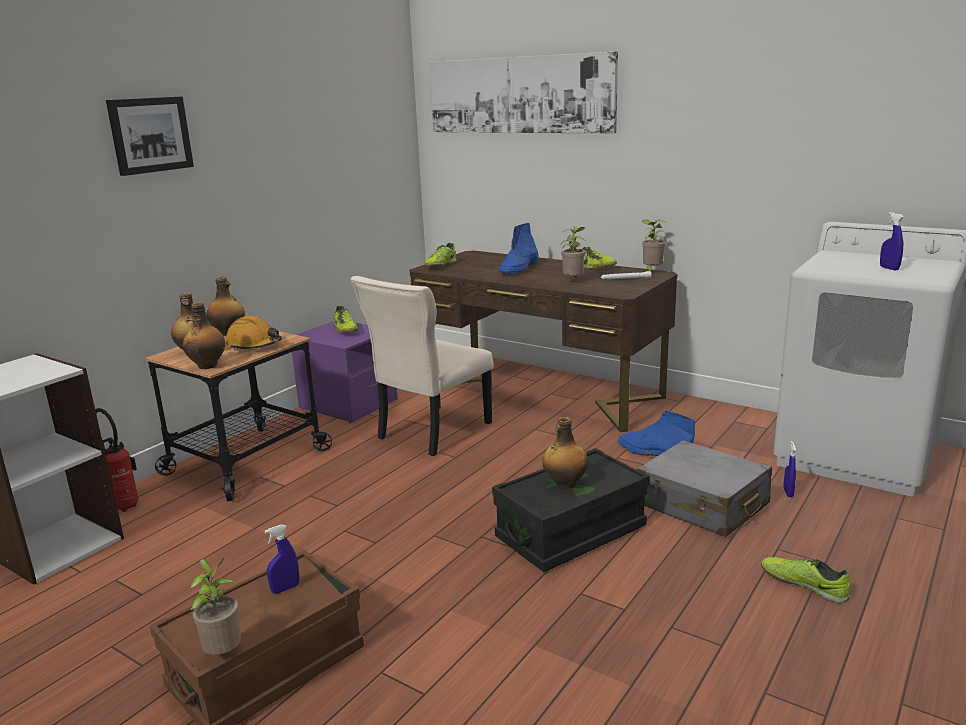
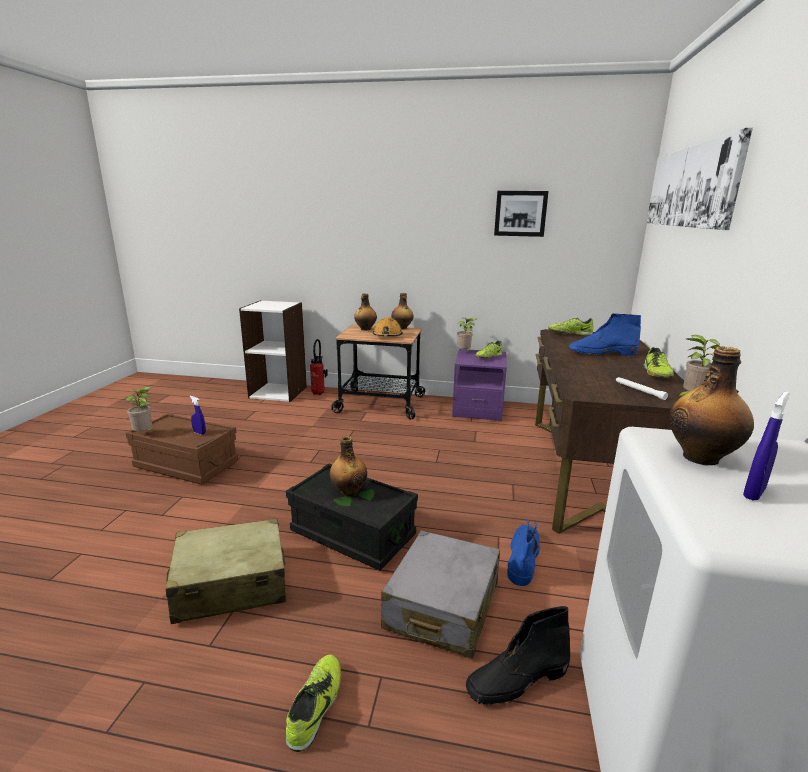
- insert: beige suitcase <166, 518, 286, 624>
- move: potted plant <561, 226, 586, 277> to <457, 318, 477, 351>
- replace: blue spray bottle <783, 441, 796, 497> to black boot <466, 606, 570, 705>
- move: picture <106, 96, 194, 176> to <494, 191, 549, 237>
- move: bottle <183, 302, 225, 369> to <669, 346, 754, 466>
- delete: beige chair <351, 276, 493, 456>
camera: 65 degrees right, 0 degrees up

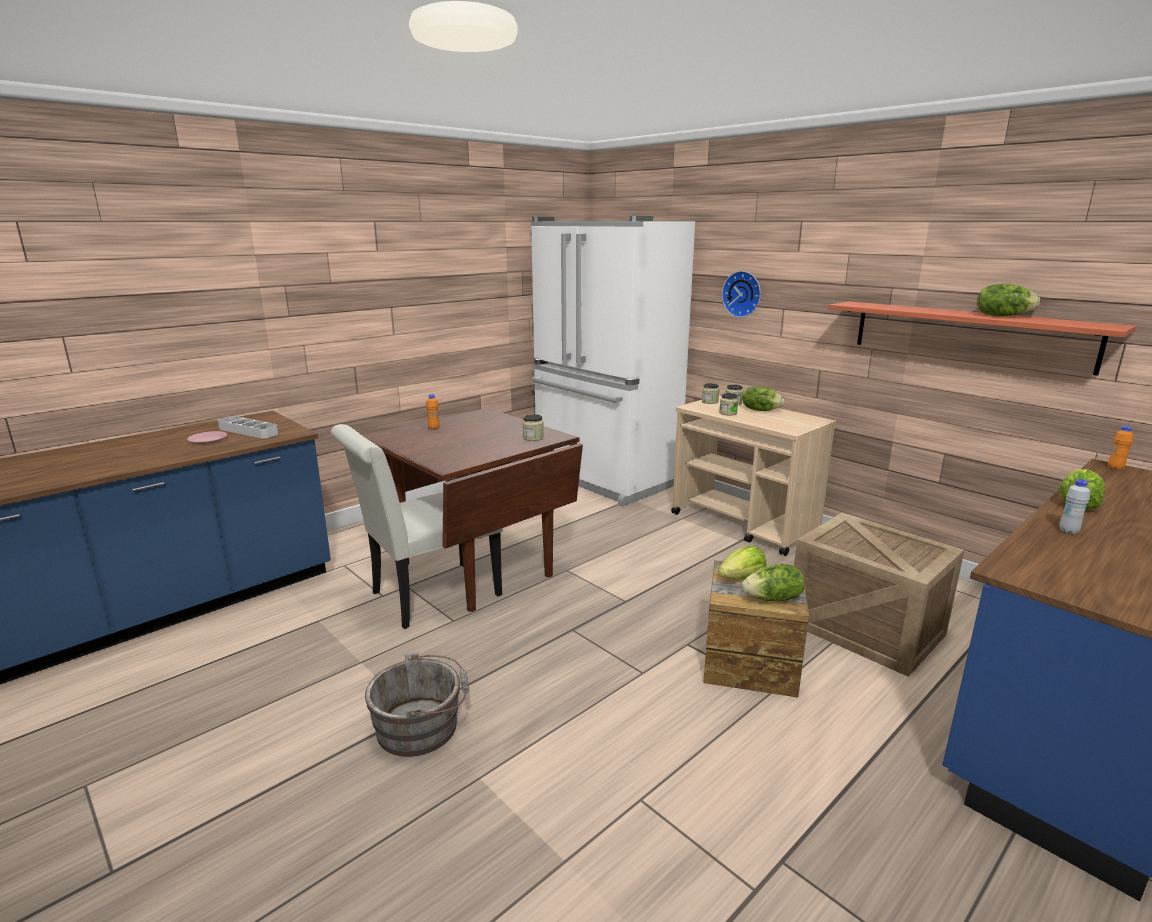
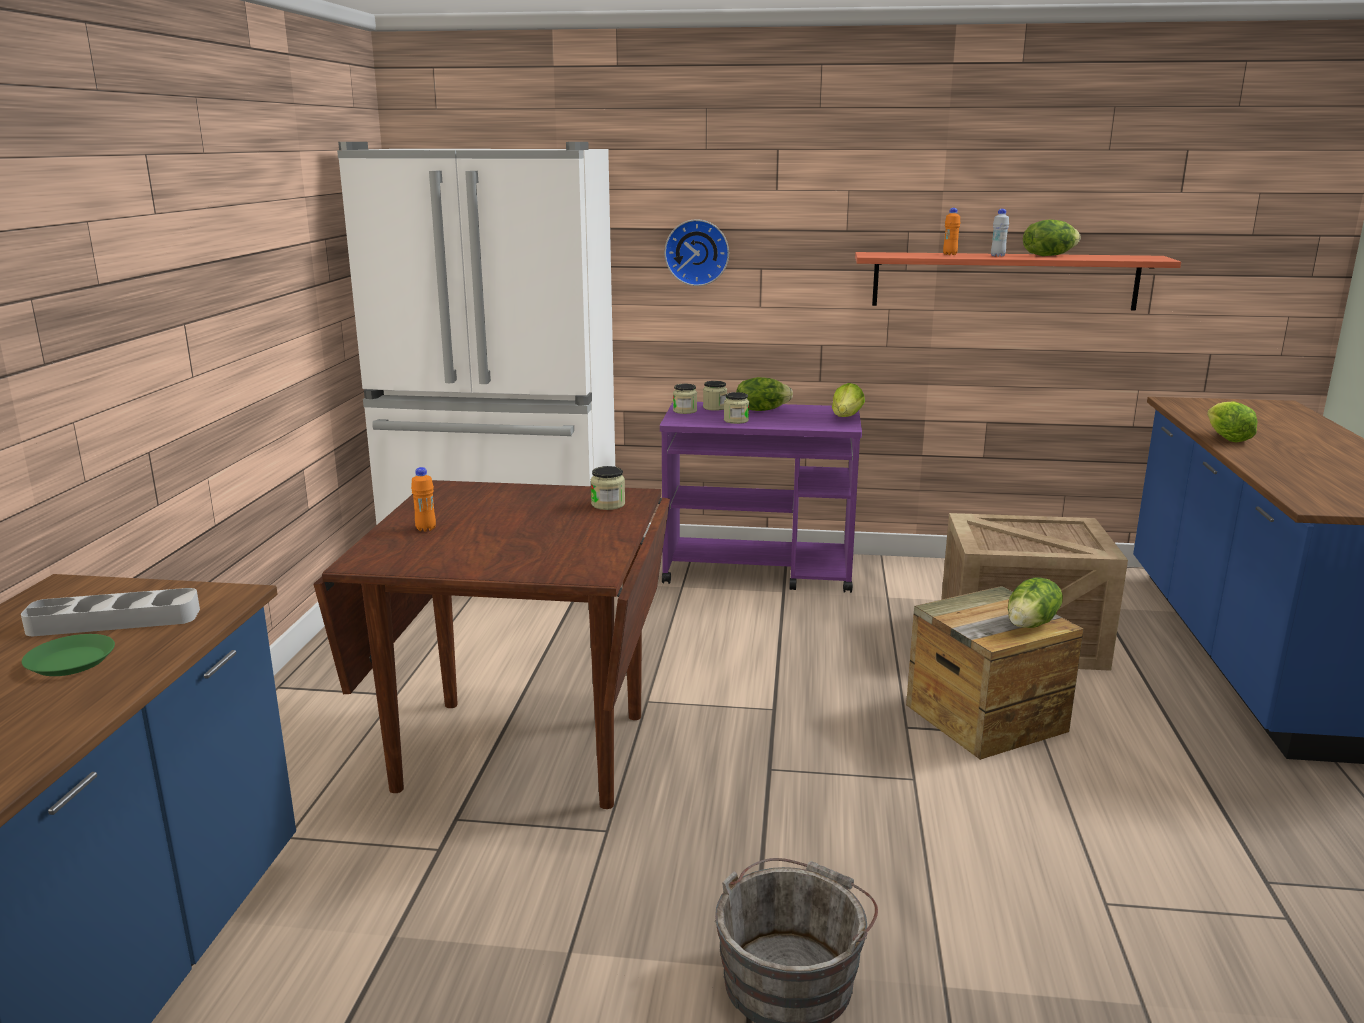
- recolor: pink plate <187, 431, 227, 445> to green plate <22, 634, 115, 676>
- recolor: beige cart <671, 396, 837, 556> to purple cart <660, 402, 862, 593>
- move: lettuce <719, 546, 766, 580> to <832, 383, 865, 417>
- move: orange bottle <1108, 426, 1134, 470> to <943, 208, 960, 255>
- move: white bottle <1059, 479, 1090, 534> to <991, 209, 1009, 257>
- delete: white chair <331, 424, 503, 629>
camera: 40 degrees left, 0 degrees up

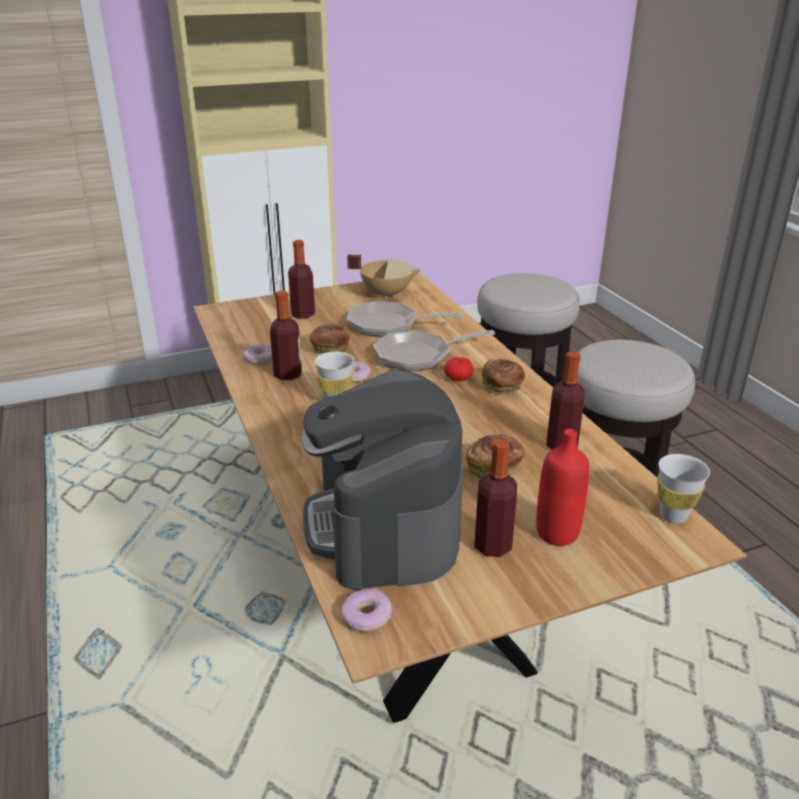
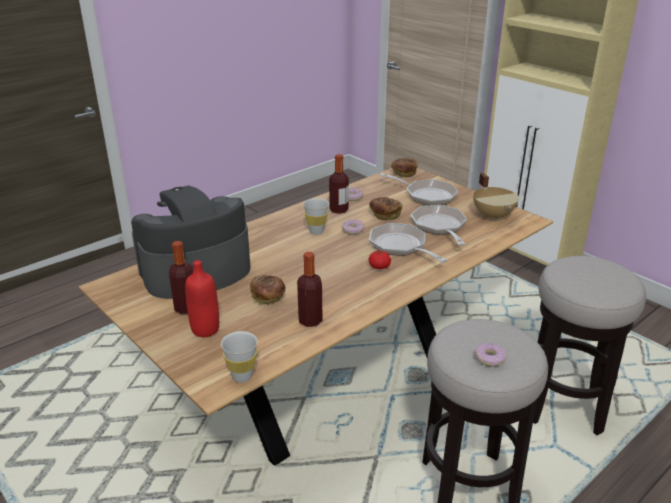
- replace: bottle <288, 240, 315, 319> to frying pan <380, 173, 458, 206>
- move: bread <481, 359, 525, 394> to <391, 158, 418, 178>
- move: donut <341, 589, 392, 632> to <475, 343, 506, 366>
camera: 70 degrees right, 0 degrees up

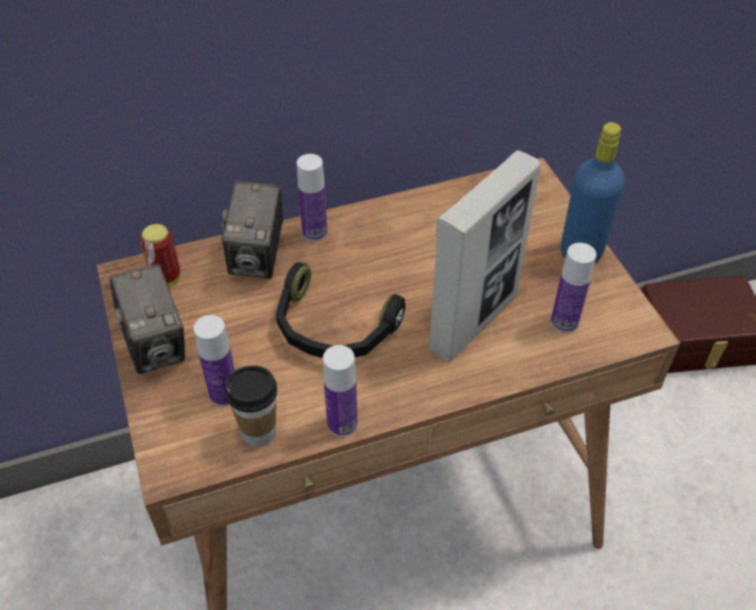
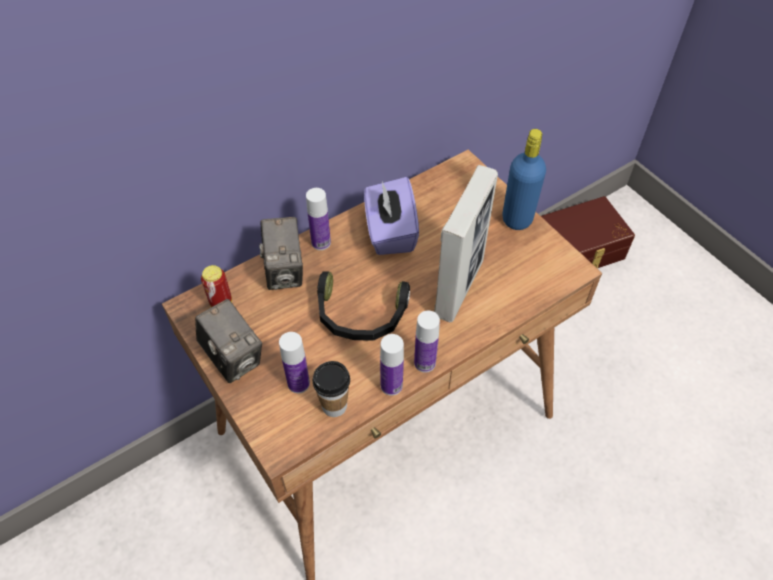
- insert: purple tissue box <364, 177, 419, 255>
- move: bottle <551, 243, 596, 333> to <414, 311, 440, 373>
camera: 15 degrees left, 5 degrees up

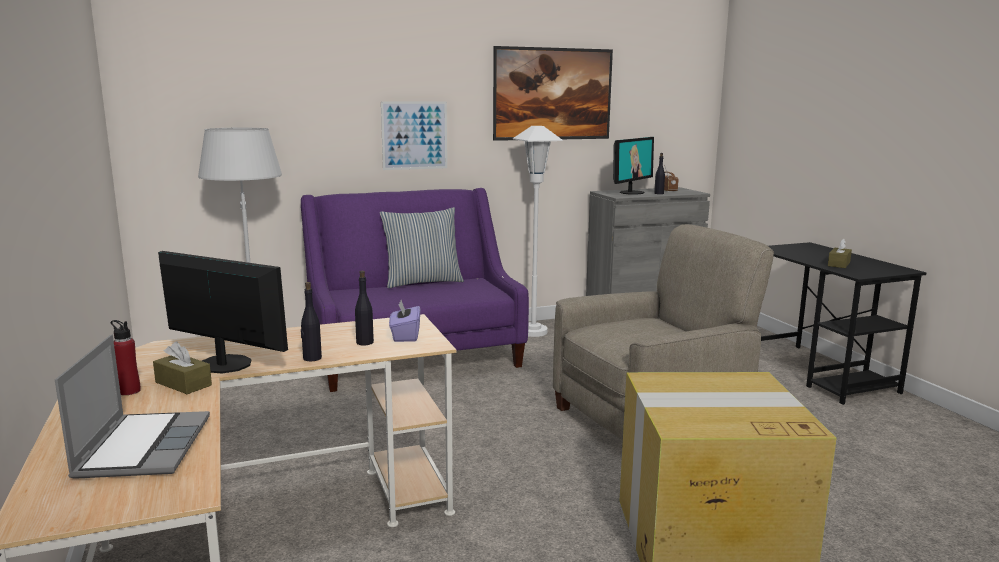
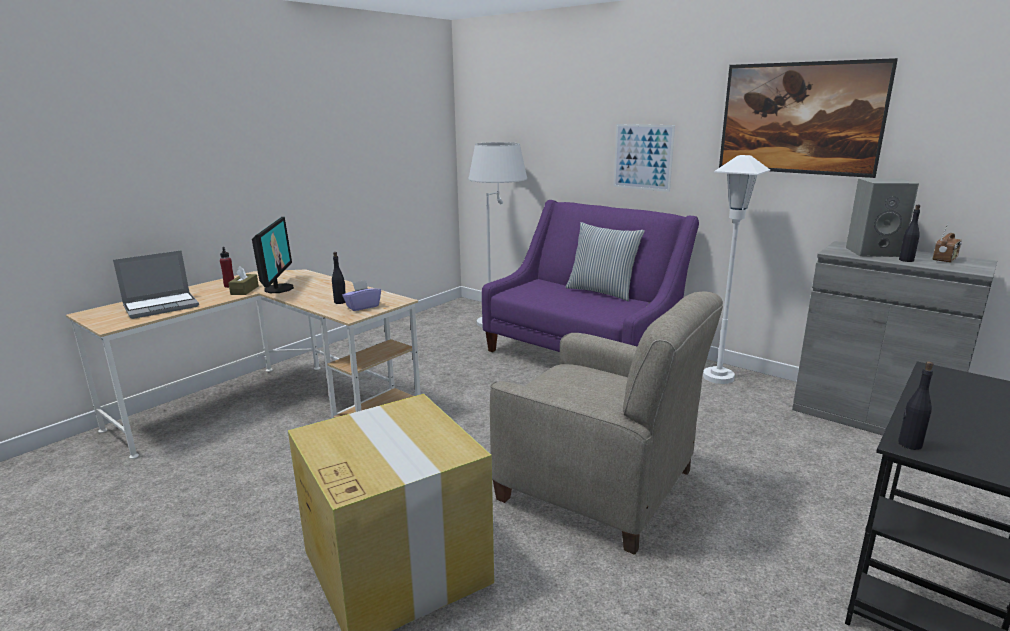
- replace: monitor <613, 137, 654, 195> to grey speaker <846, 178, 919, 257>
- move: black bottle <301, 282, 322, 361> to <898, 361, 933, 450>
- delete: brown tissue box <828, 238, 852, 268>
camera: 60 degrees right, 5 degrees up

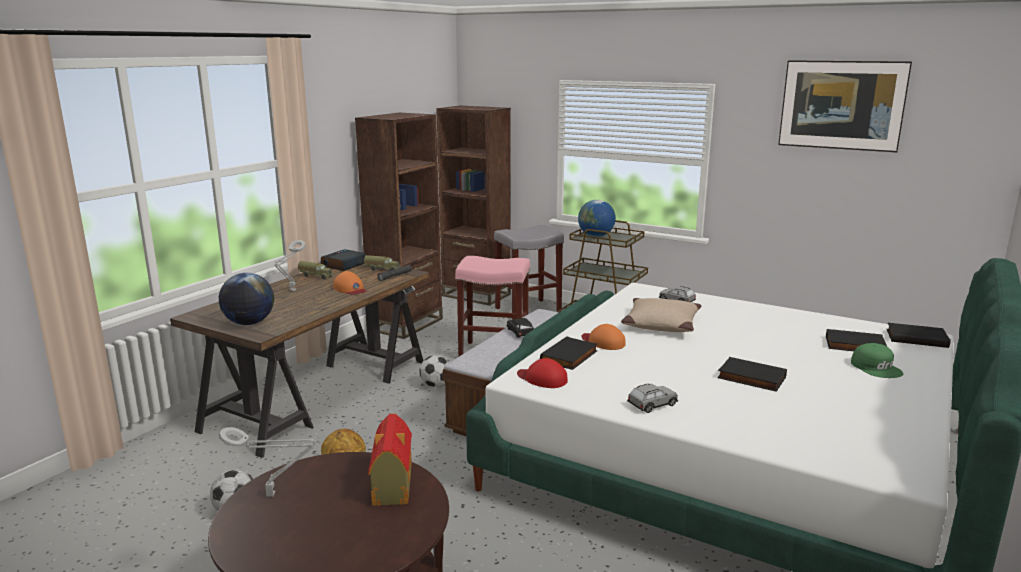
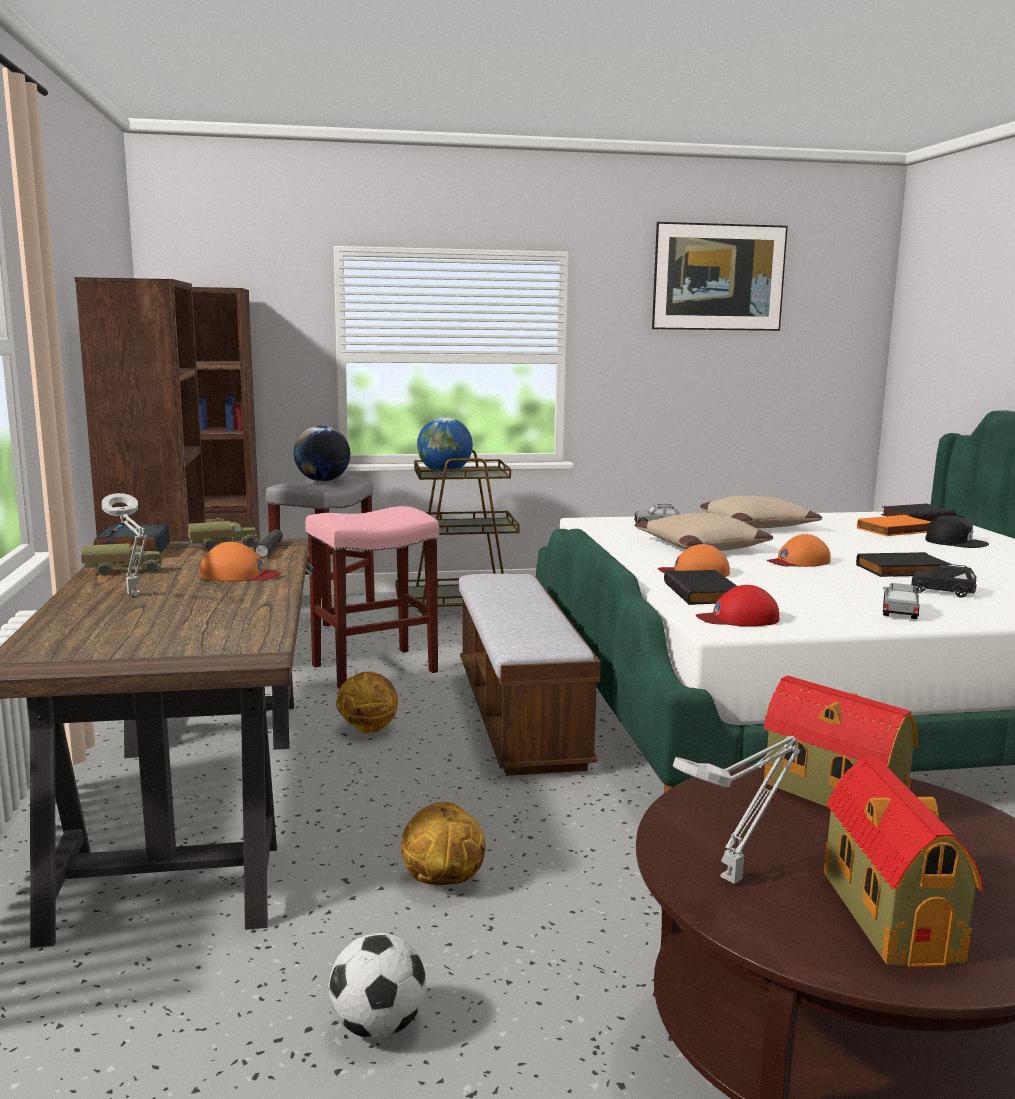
- move: globe <219, 273, 274, 325> to <294, 426, 350, 482>
- replace: football <420, 355, 449, 387> to basketball <336, 671, 398, 733>
- insert: beige pillow <700, 495, 822, 529>
- insert: orange cap <767, 534, 831, 567>
- insert: toy house <824, 756, 984, 967>
- recolor: black book <826, 329, 887, 351> to orange book <857, 515, 930, 536>
- move: black toy car <506, 318, 534, 338> to <911, 564, 977, 598>
- recolor: green cap <851, 343, 903, 378> to black cap <925, 516, 989, 548>
camera: 40 degrees left, 5 degrees down

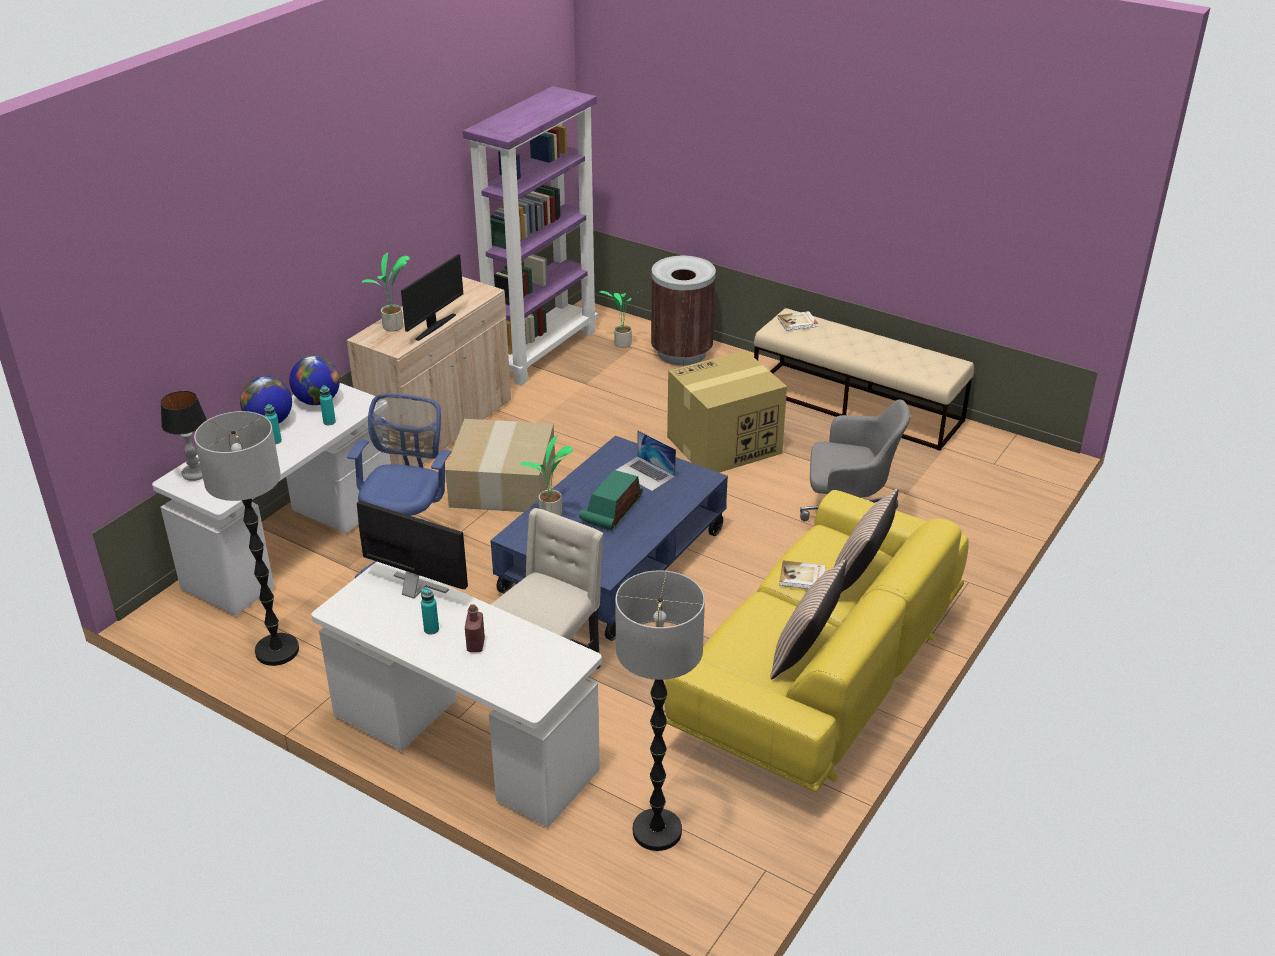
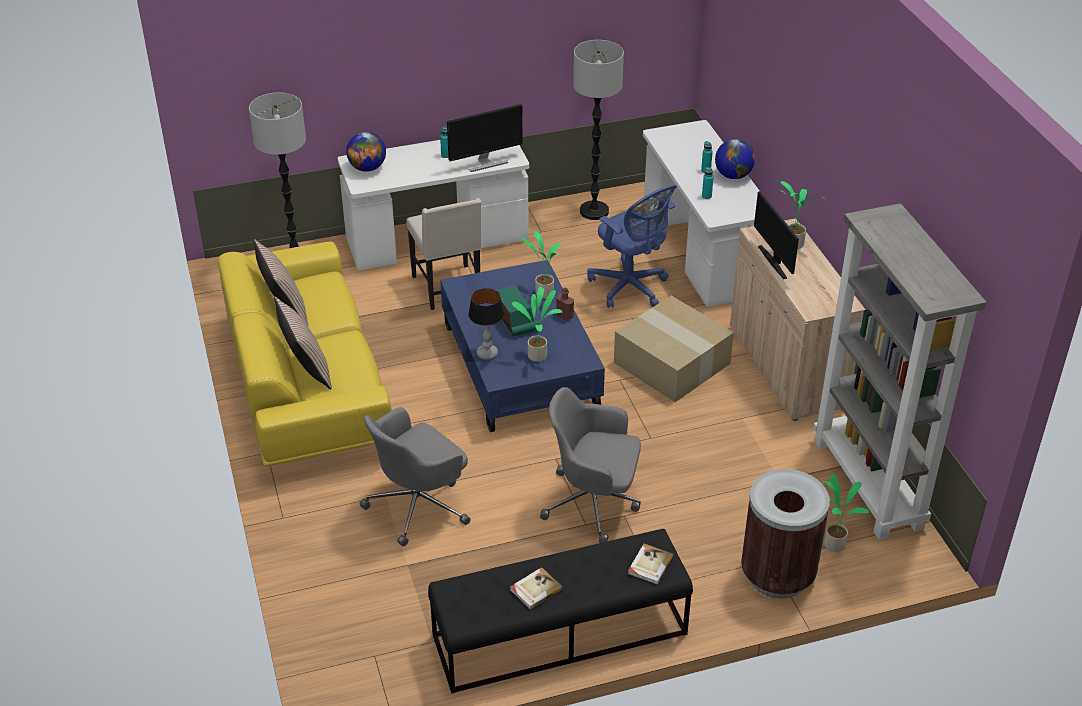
- move: globe <289, 356, 340, 405> to <346, 132, 386, 172>
- recolor: beige bench <754, 308, 974, 451> to black bench <428, 529, 693, 694>
- move: table lamp <161, 391, 206, 481> to <468, 288, 504, 360>
- move: book <779, 560, 826, 589> to <510, 567, 563, 609>
- replace: laptop <616, 430, 676, 491> to potted plant <512, 286, 562, 362>
- replace: cardboard box <667, 350, 787, 473> to grey office chair <540, 387, 641, 543>
- move: red bottle <465, 604, 485, 652> to <556, 288, 574, 321>
- recolor: purple bookcase <463, 86, 598, 385> to grey bookcase <813, 203, 987, 540>
camera: 130 degrees right, 5 degrees up

